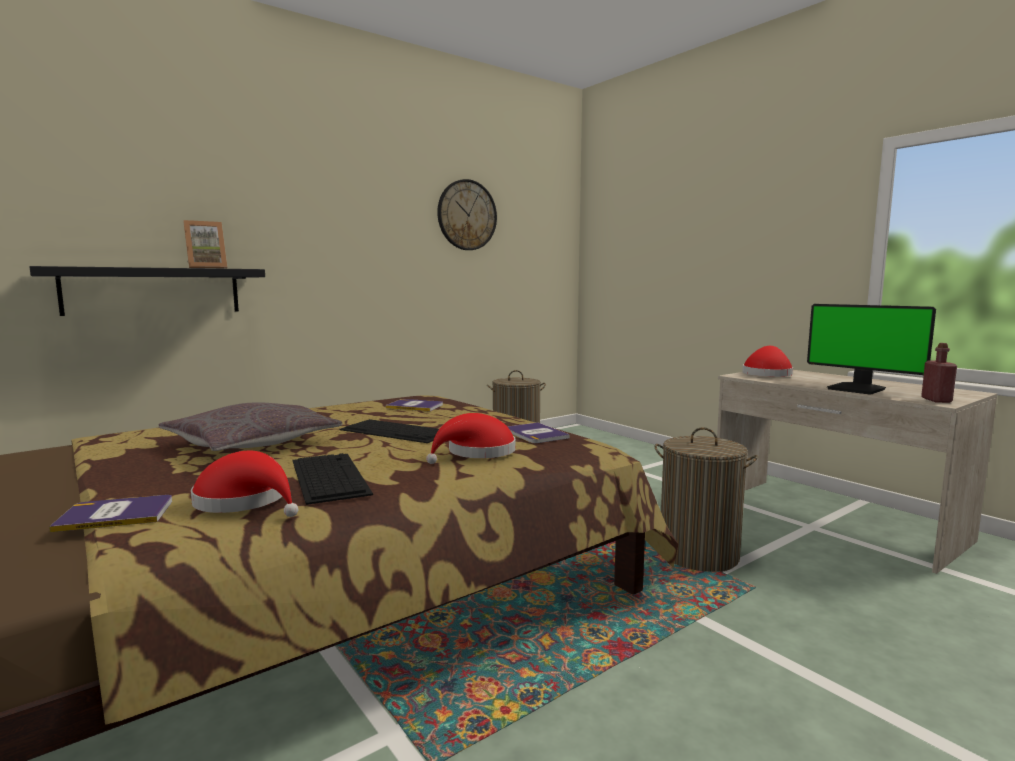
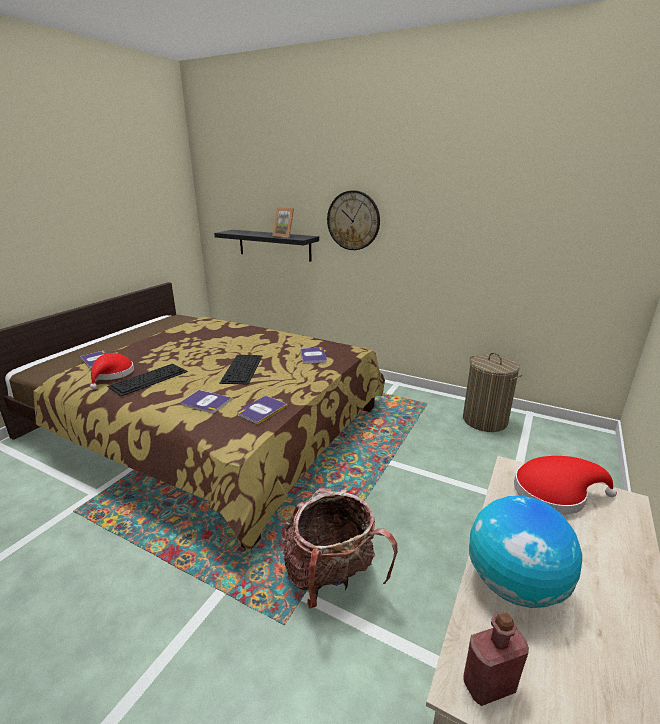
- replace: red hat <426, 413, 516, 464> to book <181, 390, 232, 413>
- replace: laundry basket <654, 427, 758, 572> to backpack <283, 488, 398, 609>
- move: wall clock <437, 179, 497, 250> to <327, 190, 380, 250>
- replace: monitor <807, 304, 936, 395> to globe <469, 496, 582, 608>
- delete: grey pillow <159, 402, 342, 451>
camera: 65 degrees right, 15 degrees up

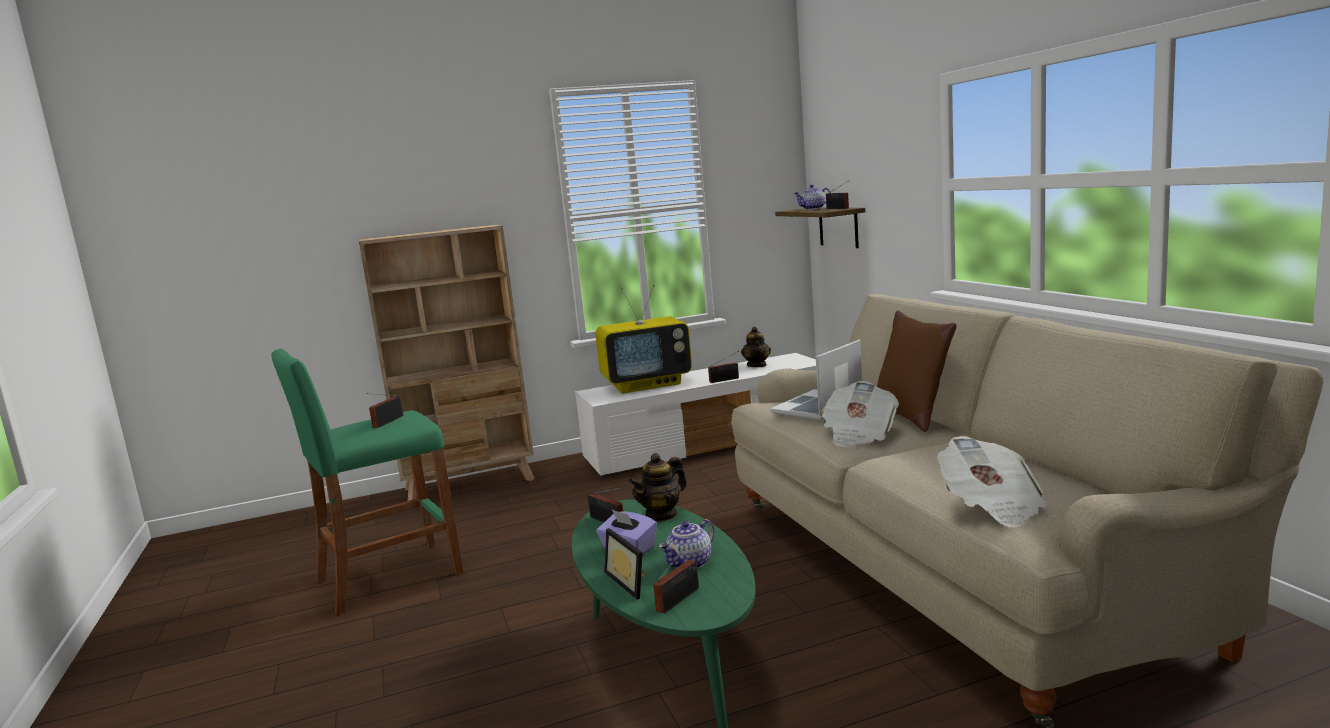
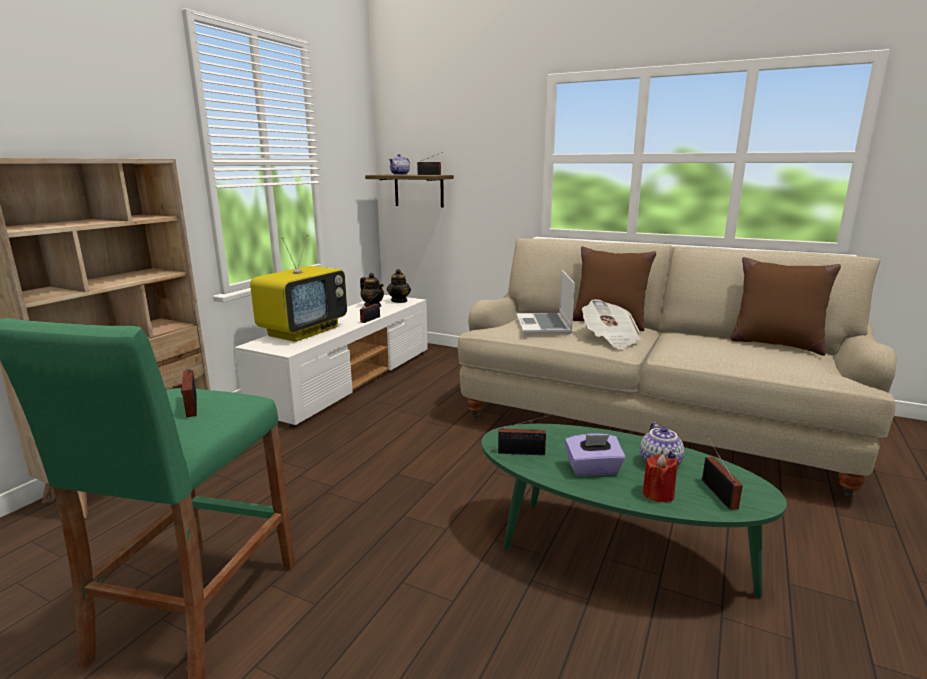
- move: teapot <629, 453, 687, 522> to <387, 269, 411, 303>
- replace: picture frame <604, 528, 646, 599> to red candle <643, 454, 678, 502>
- insert: brown pillow <730, 257, 841, 356>
- delete: newspaper <937, 436, 1048, 528>
camera: 45 degrees left, 5 degrees up

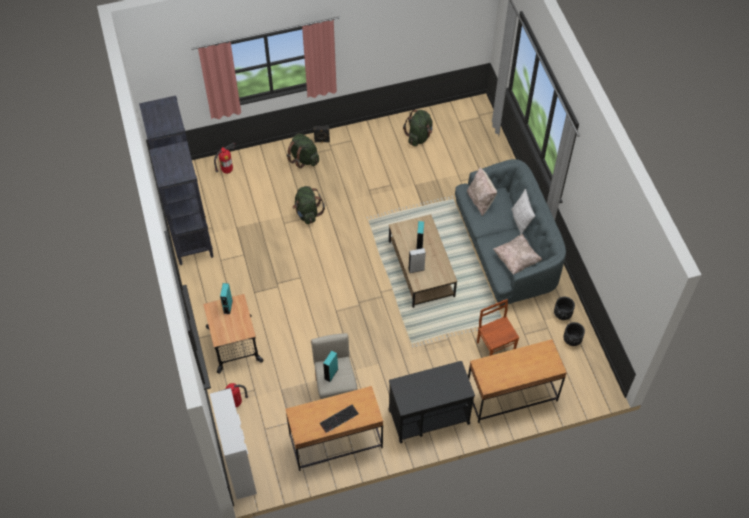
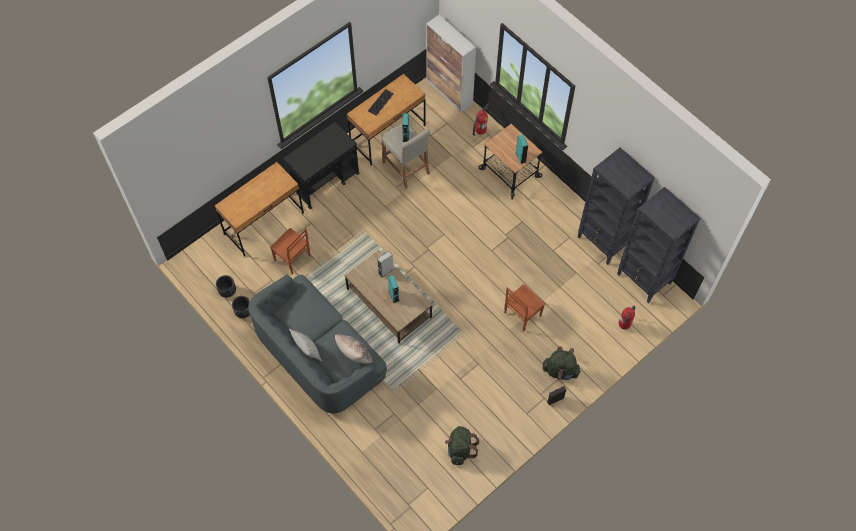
- replace: green backpack <293, 186, 325, 224> to brown chair <504, 284, 545, 331>
- delete: beige pillow <493, 234, 542, 275>
camera: 155 degrees right, 5 degrees up

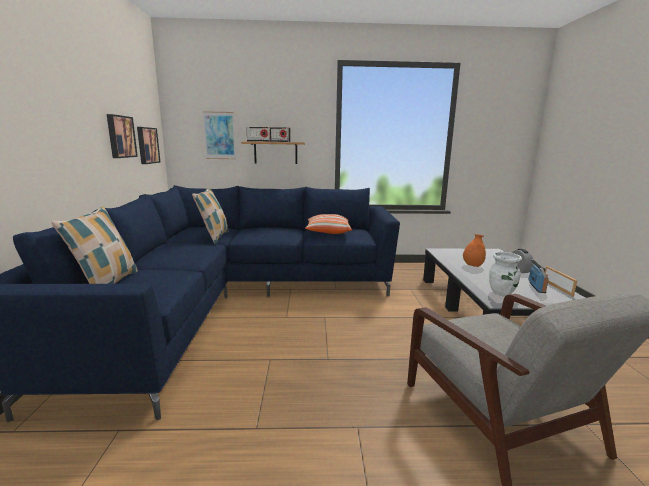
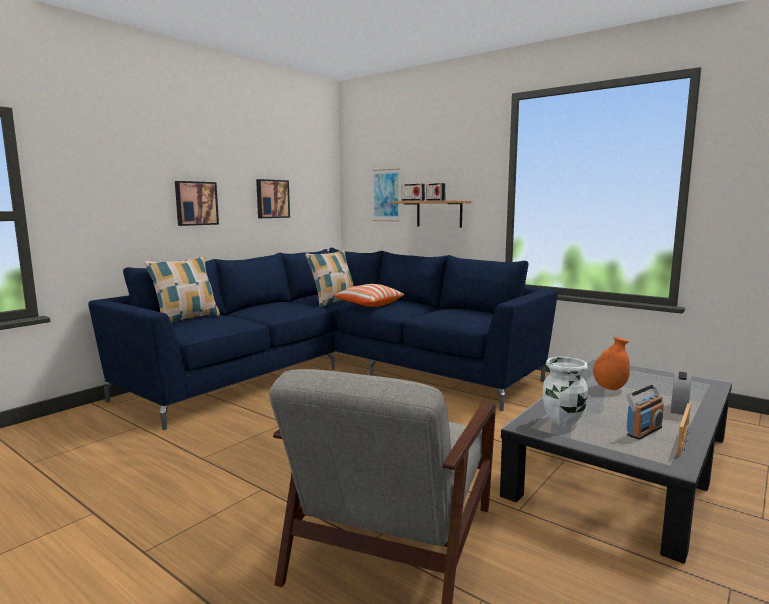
- move: picture <137, 127, 161, 164> to <175, 181, 219, 226>
- move: pillow <305, 214, 352, 234> to <333, 284, 404, 307>
camera: 40 degrees right, 5 degrees down

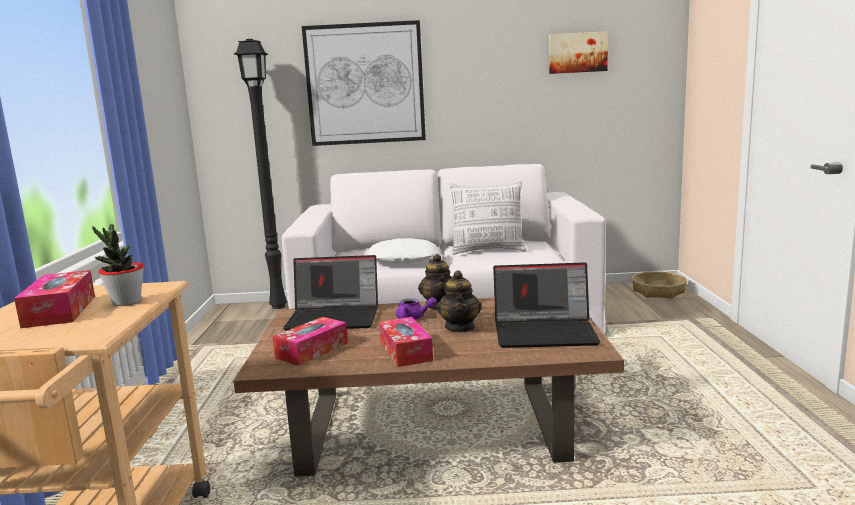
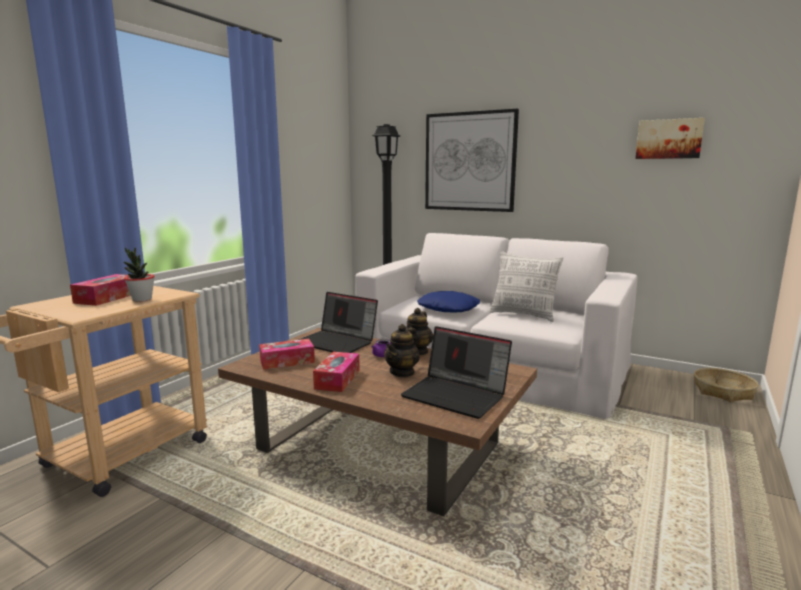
- recolor: white pillow <367, 238, 437, 263> to blue pillow <417, 291, 480, 313>
camera: 30 degrees right, 0 degrees up

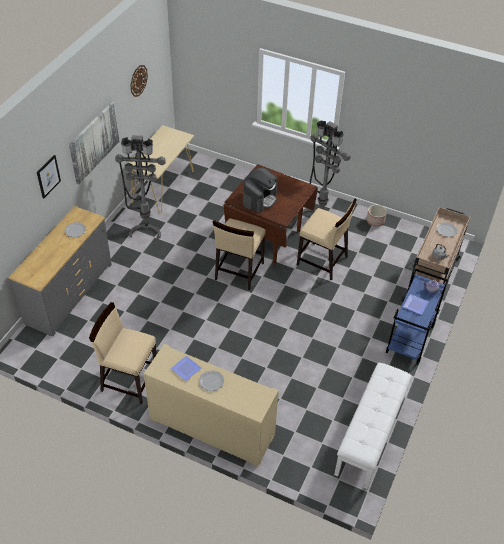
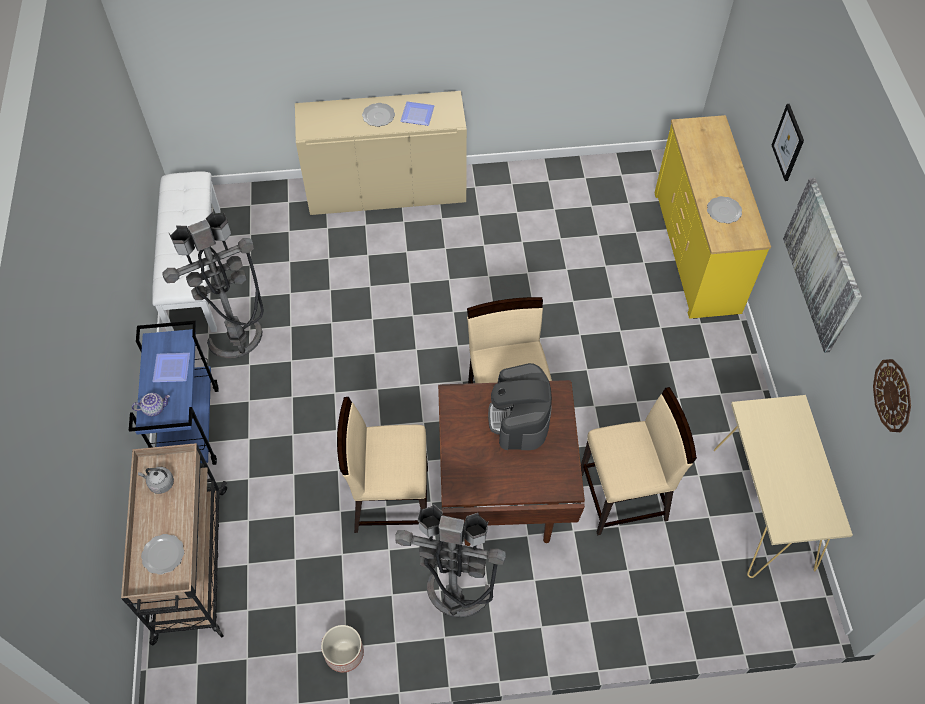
- move: grey floor lamp <115, 135, 166, 239> to <162, 211, 264, 358>
- move: beige chair <89, 302, 157, 405> to <581, 387, 697, 536>
- recolor: grey dresser <9, 206, 112, 336> to yellow dresser <655, 115, 771, 319>
camera: 150 degrees right, 10 degrees up

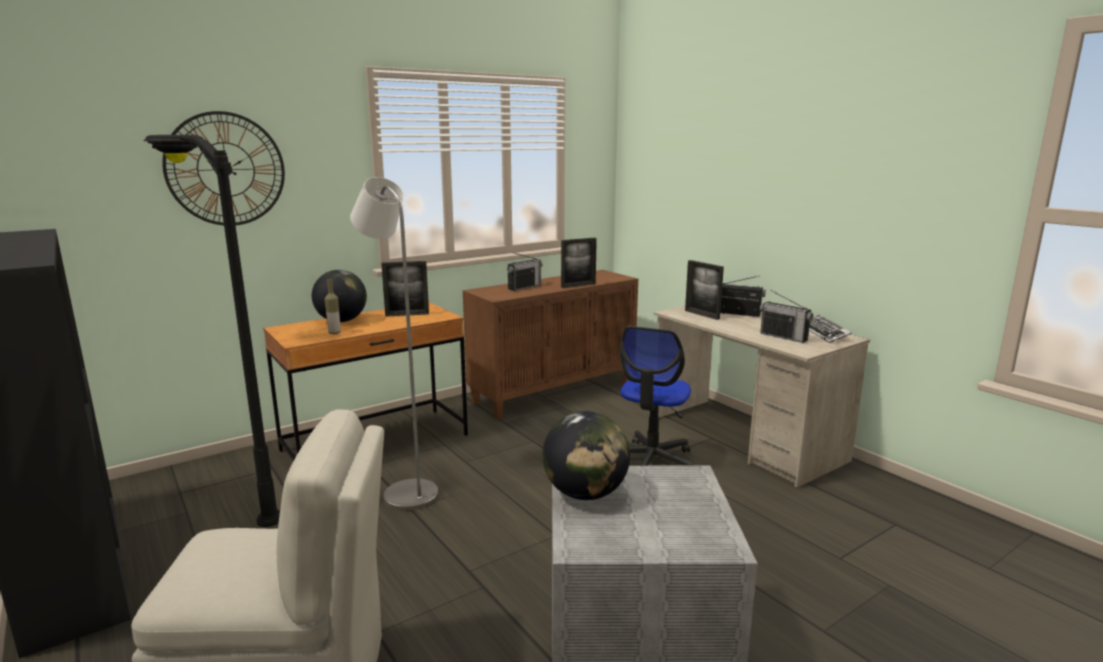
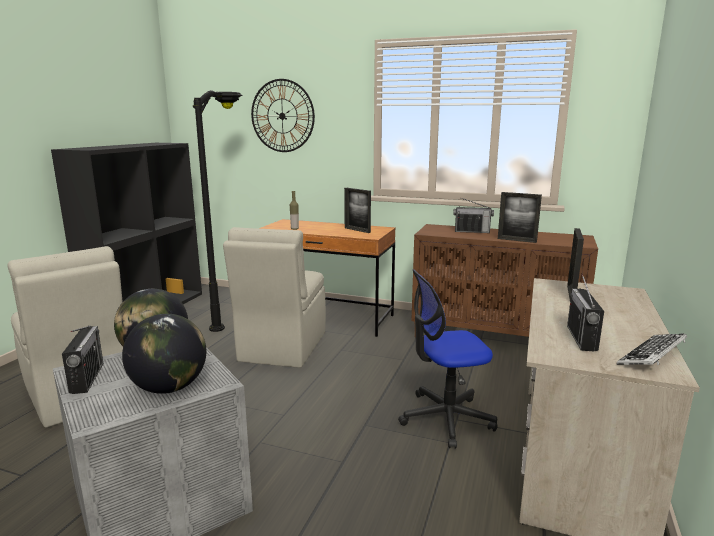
- move: radio <720, 276, 766, 317> to <62, 325, 104, 394>
- move: globe <312, 270, 367, 322> to <122, 314, 206, 394>
- replace: grey floor lamp <350, 177, 438, 511> to beige chair <223, 227, 326, 368>
camera: 55 degrees right, 0 degrees up

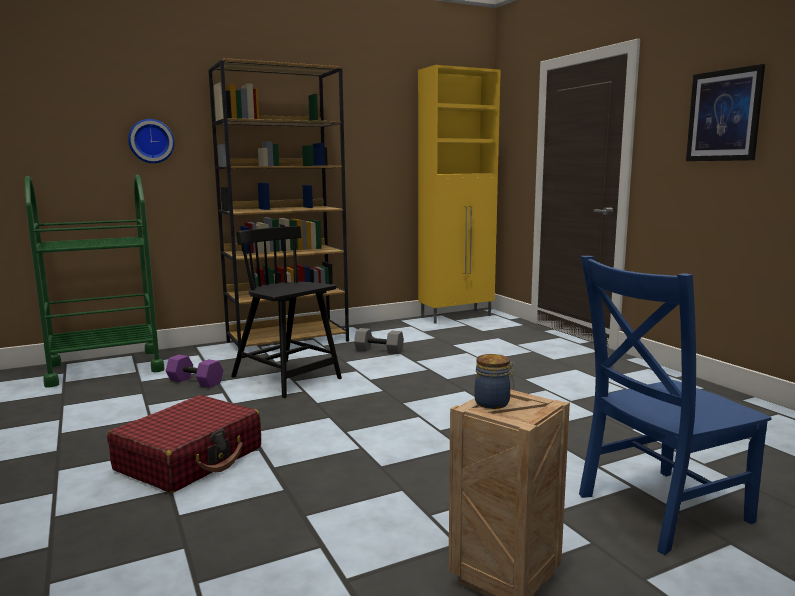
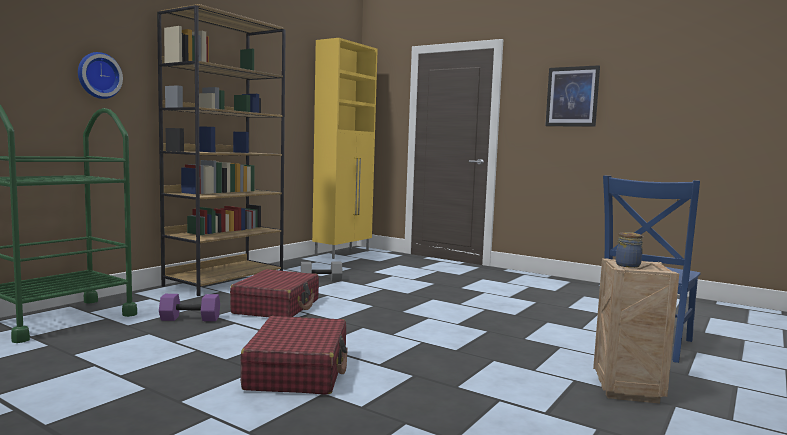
- replace: black chair <231, 226, 342, 398> to red suitcase <230, 269, 319, 317>
camera: 30 degrees left, 5 degrees down

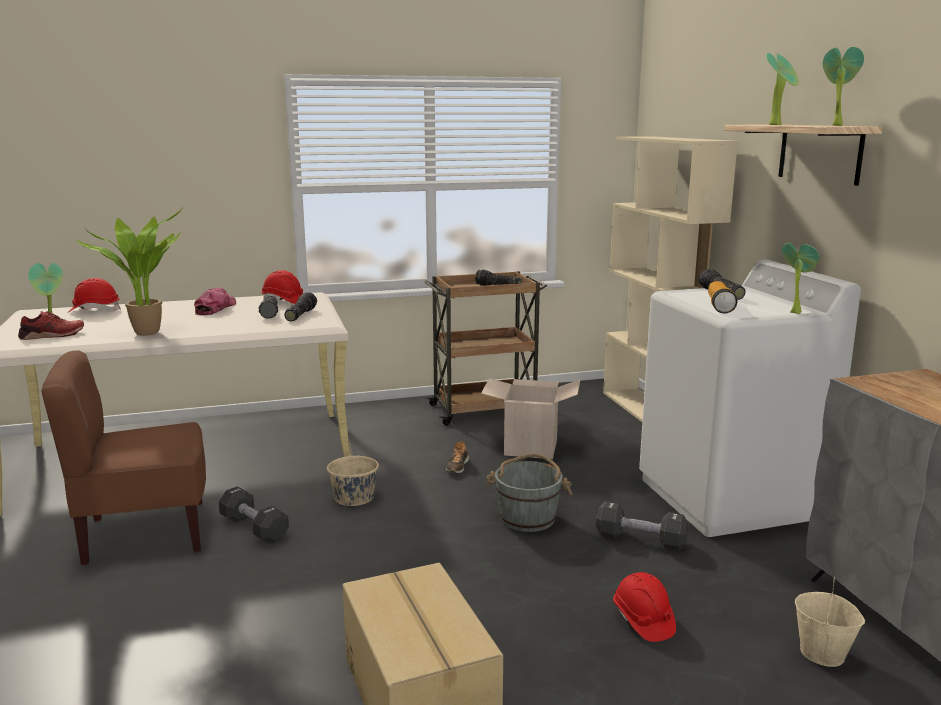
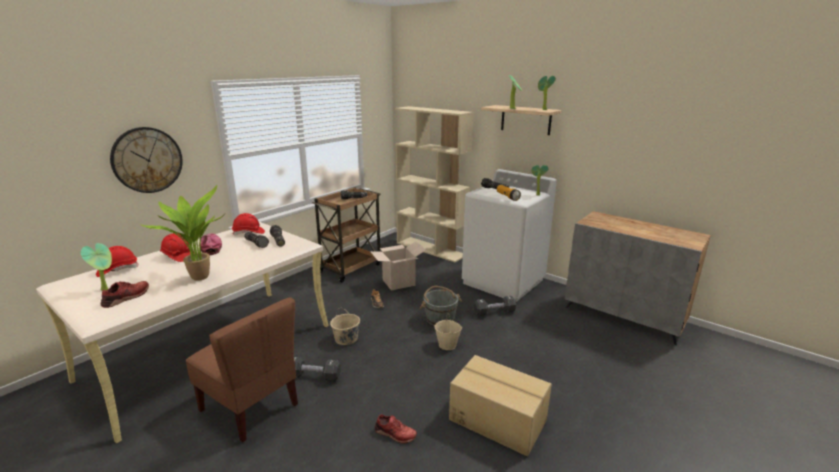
- insert: wall clock <110, 127, 183, 193>
- move: red hard hat <613, 572, 676, 642> to <160, 233, 194, 262>
- rotate: brown chair <41, 350, 206, 565> = <186, 297, 298, 442> 90 degrees counterclockwise
- insert: red shoe <375, 414, 417, 444>
- move: beige bucket <795, 577, 865, 667> to <434, 313, 462, 350>
camera: 35 degrees left, 5 degrees up

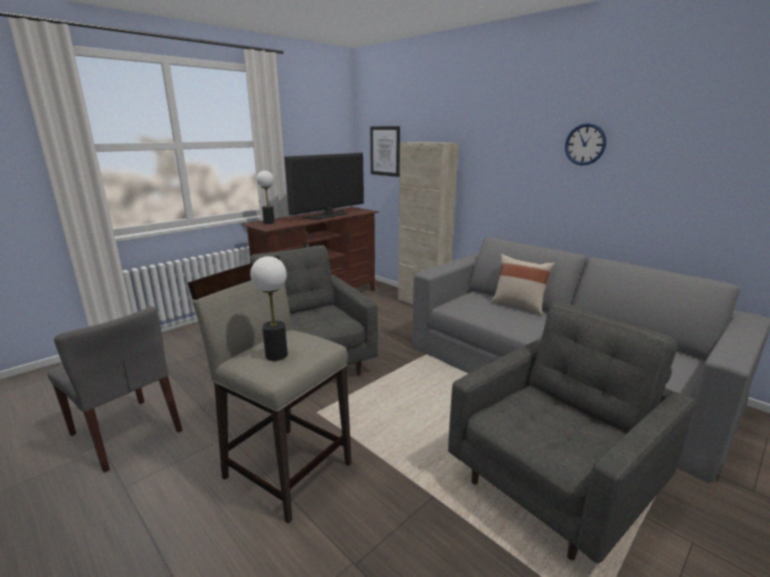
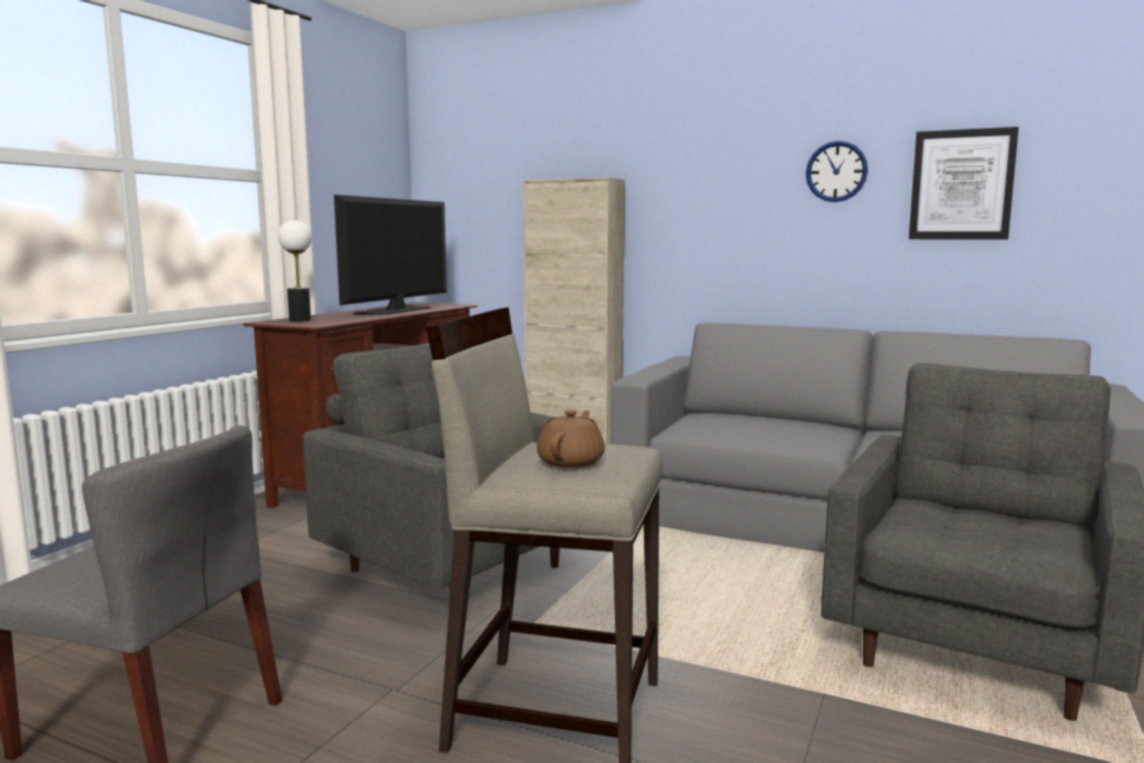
- replace: table lamp <250, 256, 288, 361> to brown teapot <537, 410, 605, 468>
- move: picture <370, 126, 400, 177> to <909, 127, 1019, 240>
- delete: beige pillow <491, 254, 555, 315>
camera: 20 degrees left, 10 degrees down

